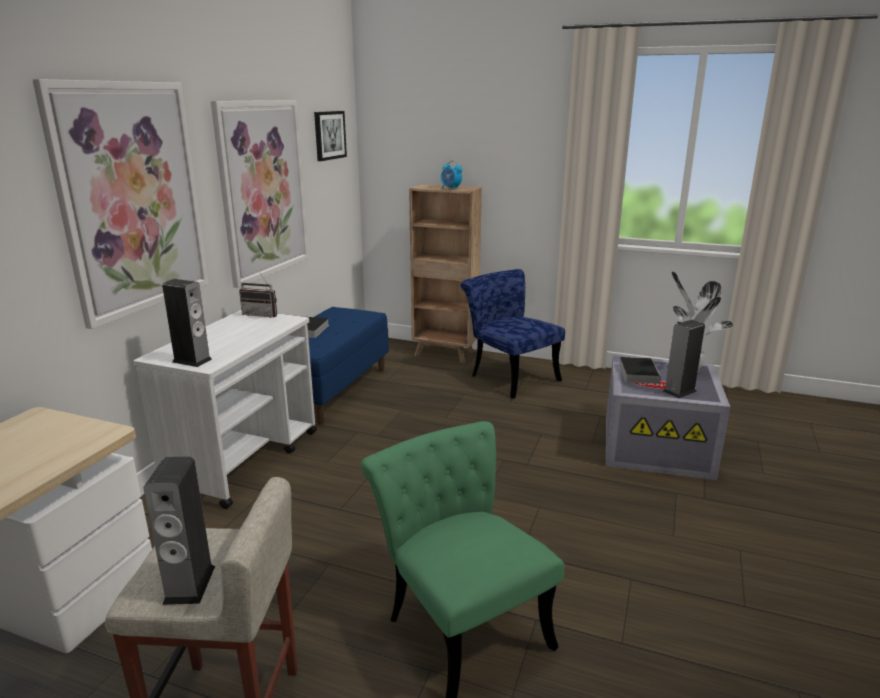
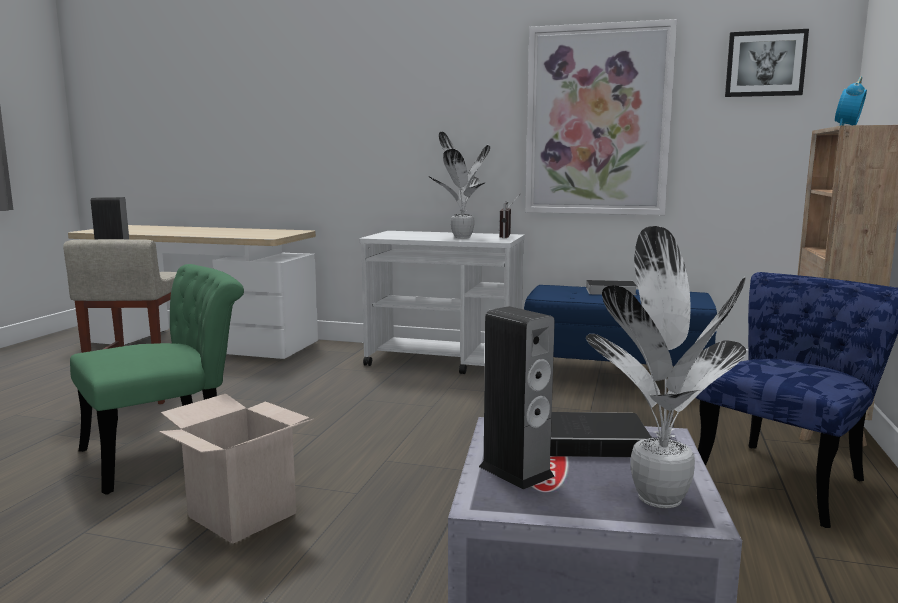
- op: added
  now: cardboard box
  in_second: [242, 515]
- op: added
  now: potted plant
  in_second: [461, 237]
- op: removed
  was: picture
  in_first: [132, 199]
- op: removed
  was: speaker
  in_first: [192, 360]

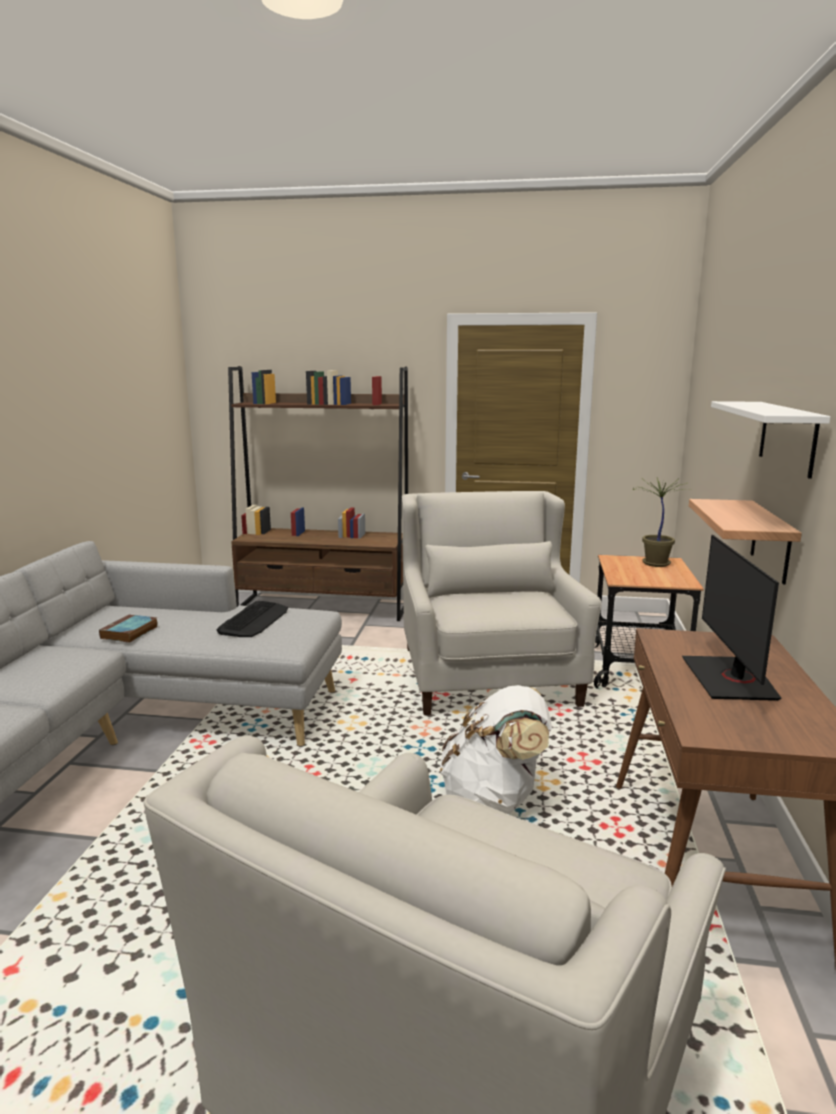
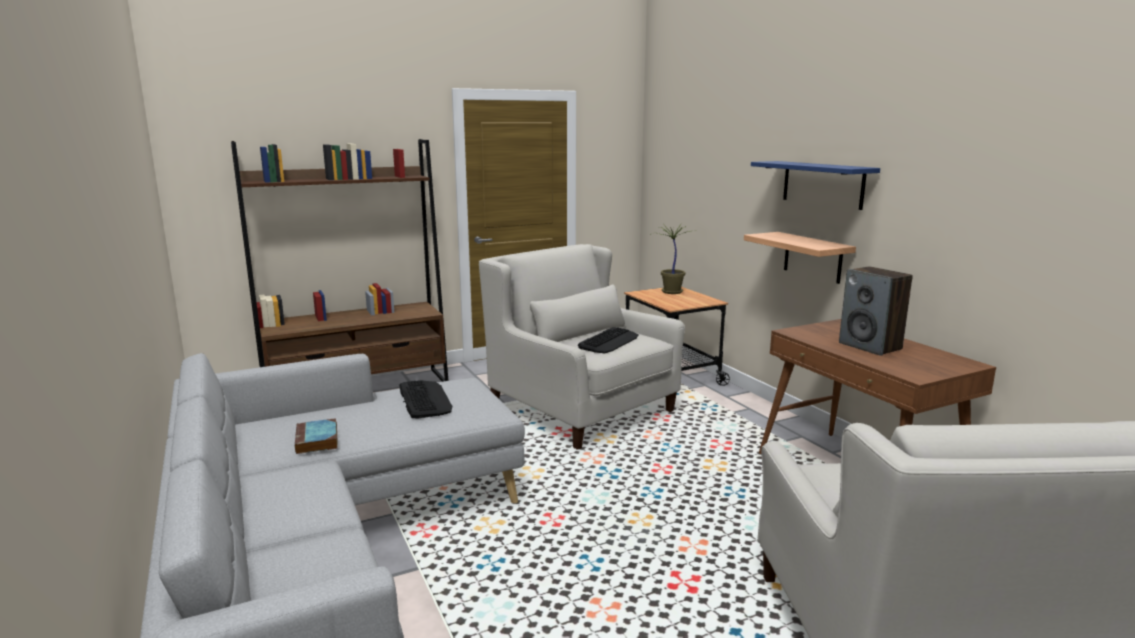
- op: added
  now: keyboard
  in_second: [609, 341]
- op: recoloured
  was: white shelf
  now: blue shelf
  in_first: [787, 437]
  in_second: [822, 184]
- op: replaced
  was: monitor
  now: speaker
  in_first: [730, 679]
  in_second: [870, 346]
- op: removed
  was: white backpack
  in_first: [494, 799]

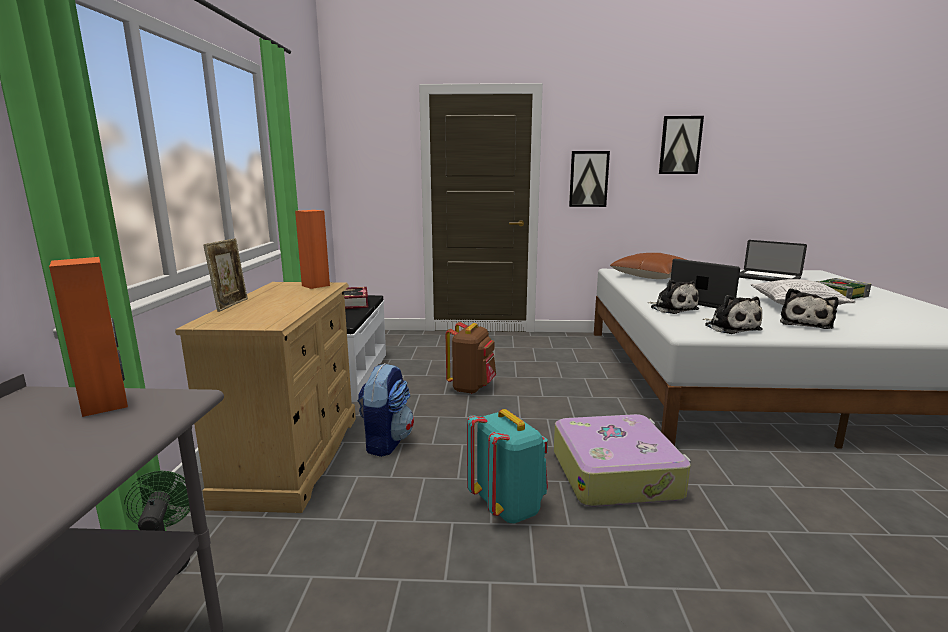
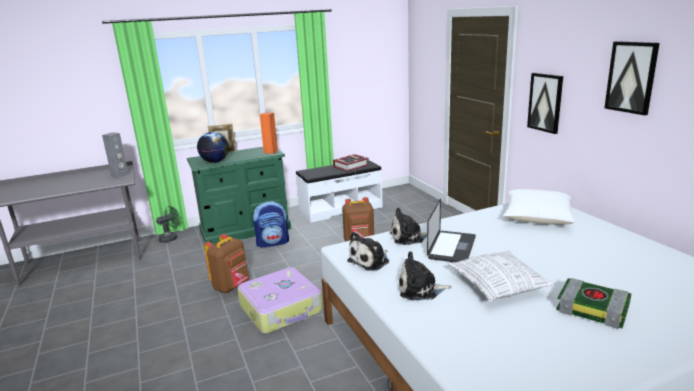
- op: recoloured
  was: orange speaker
  now: grey speaker
  in_first: [106, 404]
  in_second: [120, 175]
- op: recoloured
  was: beige dresser
  now: green dresser
  in_first: [293, 457]
  in_second: [245, 230]
- op: added
  now: globe
  in_second: [215, 161]
- op: recoloured
  was: turquoise backpack
  now: brown backpack
  in_first: [508, 507]
  in_second: [232, 286]
- op: turned
  was: plush toy
  in_first: [672, 308]
  in_second: [408, 237]
  clockwise: 45
- op: recoloured
  was: brown pillow
  now: white pillow
  in_first: [652, 276]
  in_second: [537, 217]
- op: removed
  was: laptop
  in_first: [767, 278]

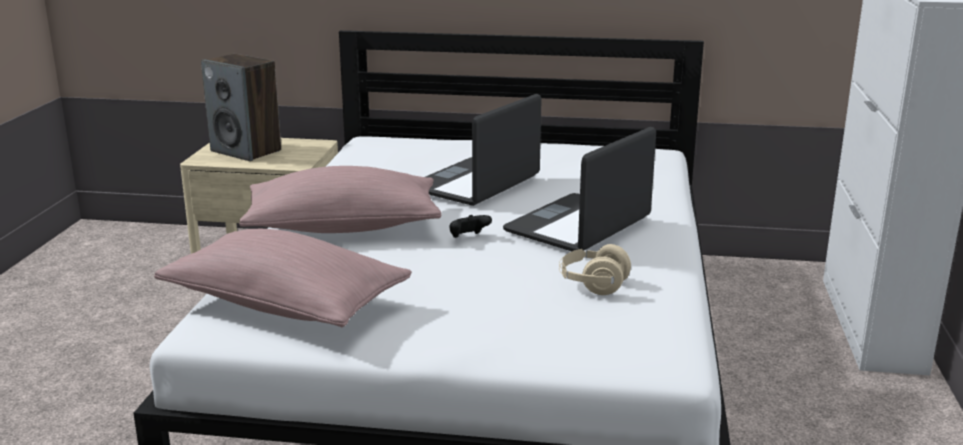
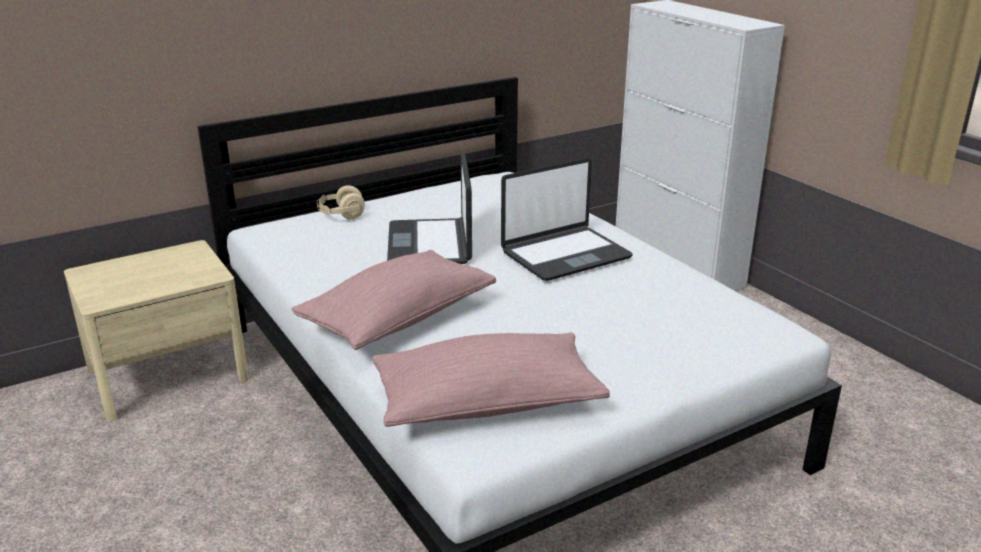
- op: moved
  was: beige headphones
  in_first: [592, 285]
  in_second: [341, 215]
- op: turned
  was: laptop
  in_first: [579, 226]
  in_second: [565, 254]
  clockwise: -120
- op: removed
  was: speaker
  in_first: [247, 151]
- op: removed
  was: black game controller
  in_first: [468, 238]

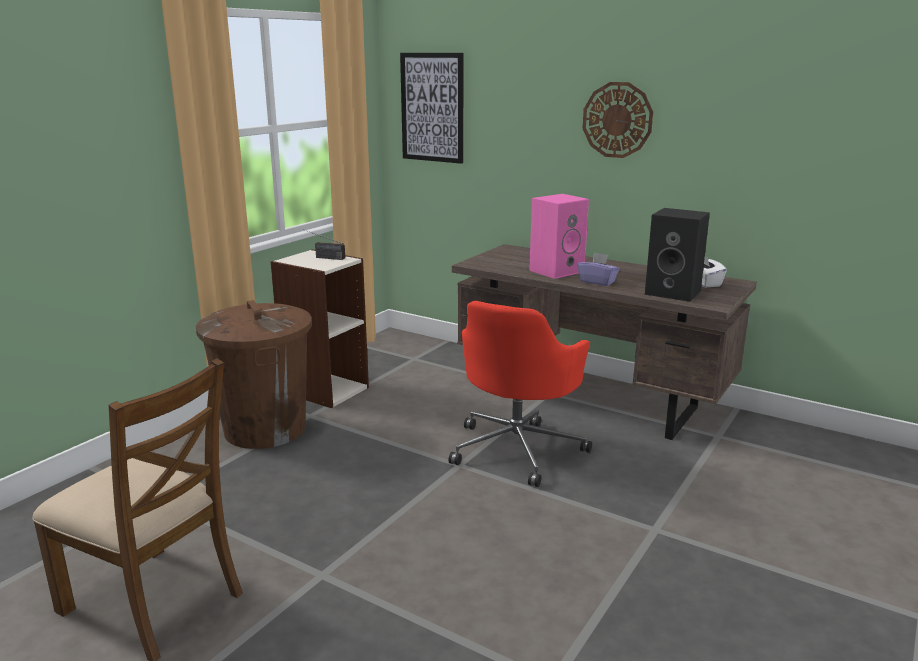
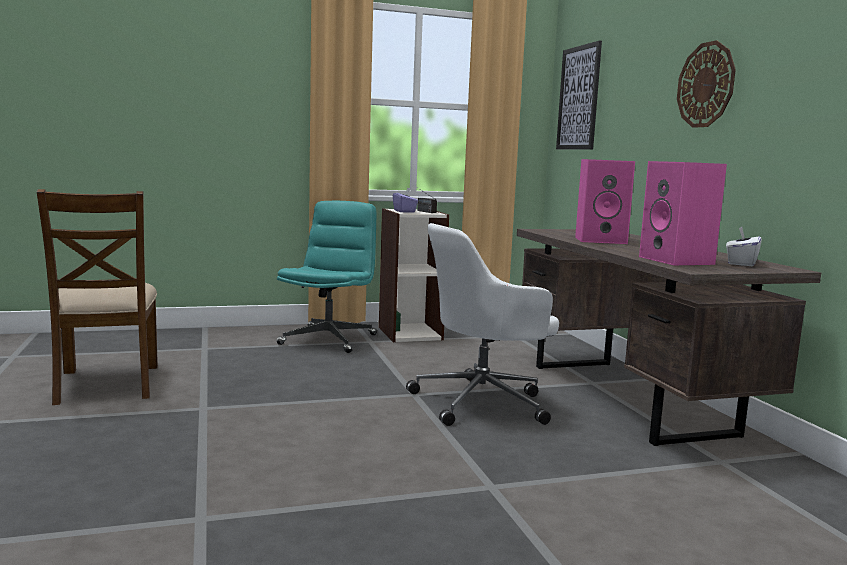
- op: replaced
  was: brown trash can
  now: turquoise office chair
  in_first: [265, 429]
  in_second: [328, 339]
- op: moved
  was: purple tissue box
  in_first: [597, 282]
  in_second: [405, 211]
- op: recoloured
  was: red office chair
  now: white office chair
  in_first: [518, 449]
  in_second: [483, 402]
- op: recoloured
  was: black speaker
  now: pink speaker
  in_first: [674, 292]
  in_second: [678, 261]

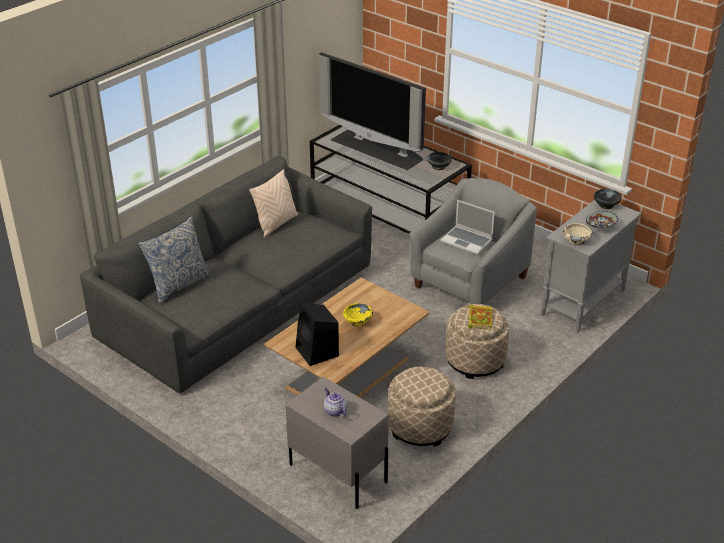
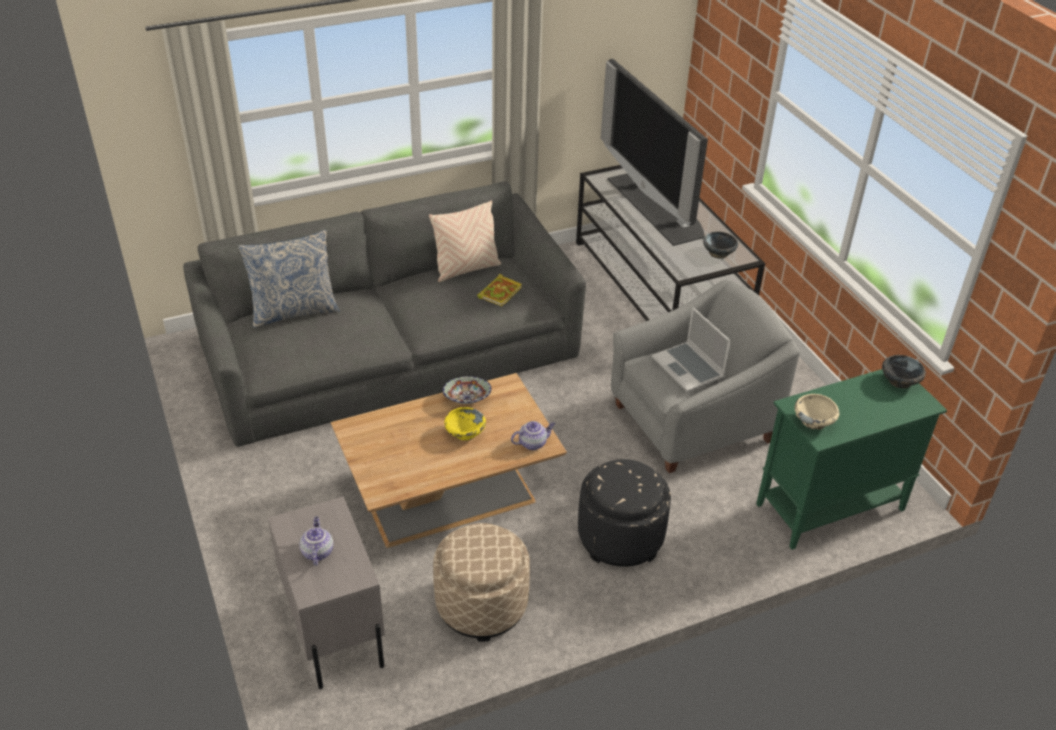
- op: moved
  was: bowl
  in_first: [601, 227]
  in_second: [467, 399]
- op: moved
  was: book
  in_first: [479, 318]
  in_second: [500, 292]
- op: added
  now: teapot
  in_second: [533, 443]
- op: recoloured
  was: beige ottoman
  now: black ottoman
  in_first: [475, 360]
  in_second: [620, 537]
- op: recoloured
  was: grey cabinet
  now: green cabinet
  in_first: [582, 303]
  in_second: [829, 507]
- op: removed
  was: black speaker
  in_first: [318, 352]

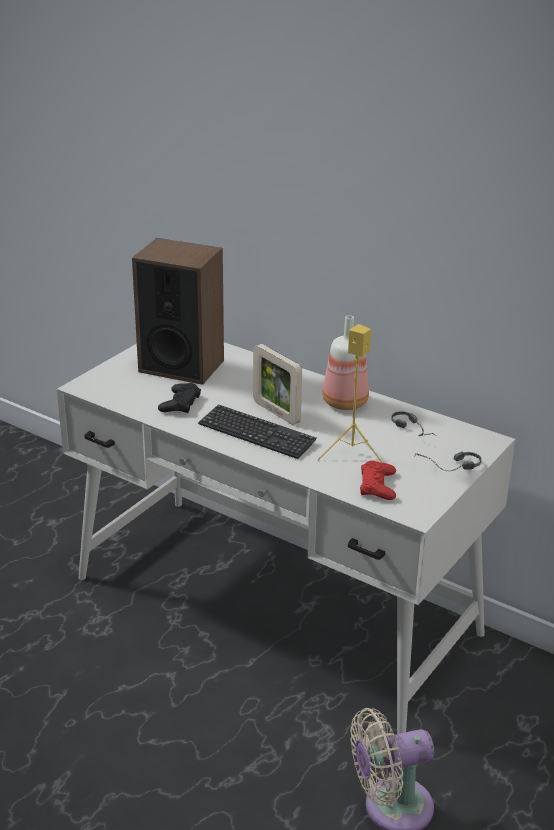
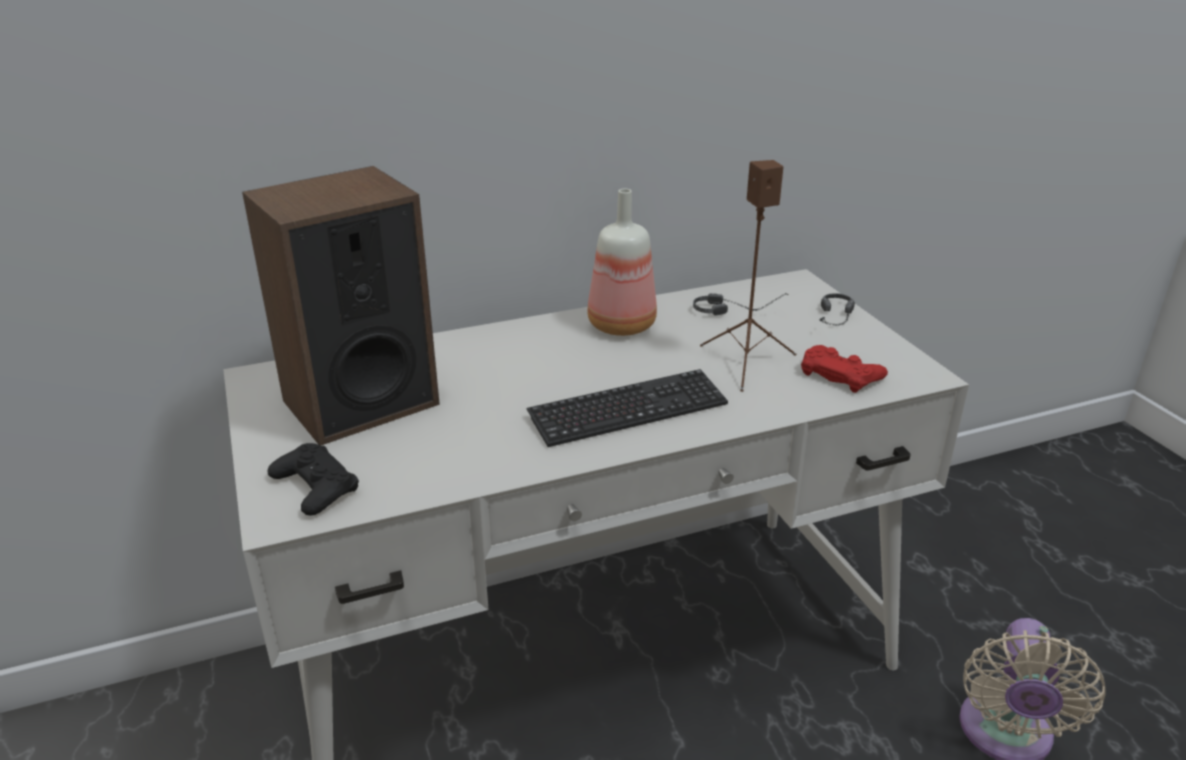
- op: moved
  was: black game controller
  in_first: [180, 403]
  in_second: [315, 486]
- op: recoloured
  was: yellow speaker
  now: brown speaker
  in_first: [351, 452]
  in_second: [746, 363]
- op: removed
  was: picture frame
  in_first: [276, 412]

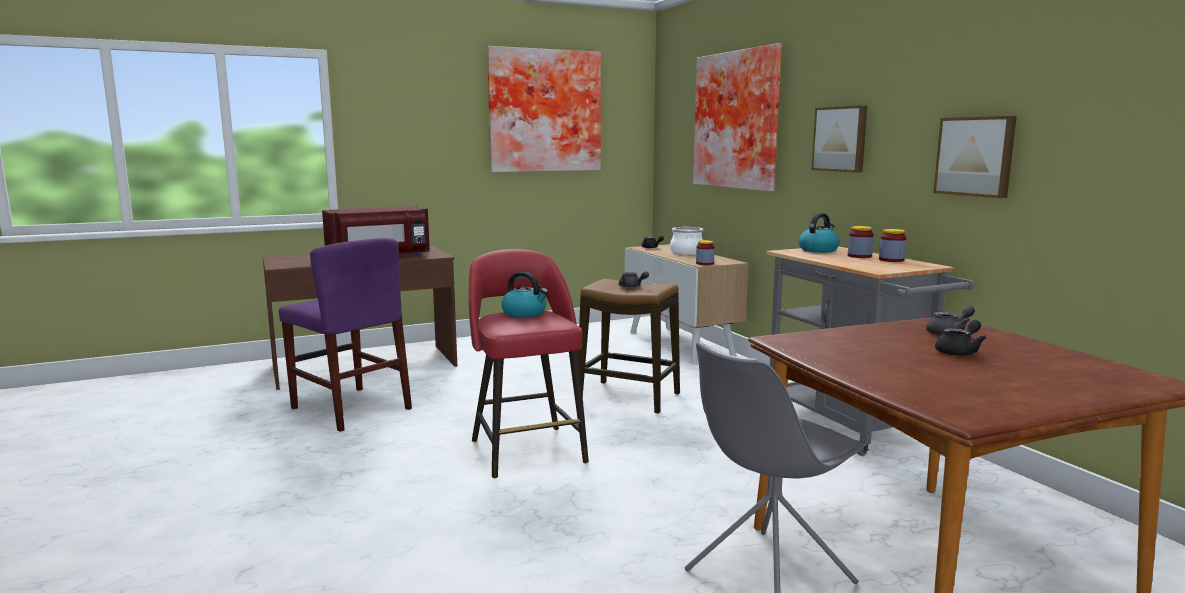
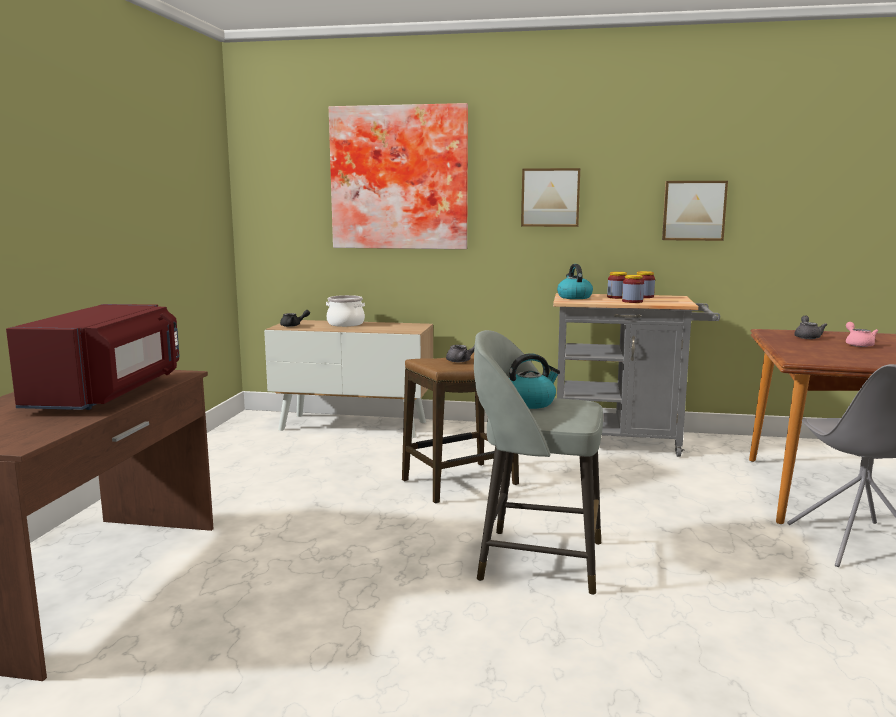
- op: recoloured
  was: red stool
  now: grey stool
  in_first: [527, 449]
  in_second: [536, 560]
- op: moved
  was: jar
  in_first: [704, 263]
  in_second: [632, 301]
- op: recoloured
  was: black teapot
  now: pink teapot
  in_first: [959, 352]
  in_second: [858, 344]
- op: removed
  was: purple chair
  in_first: [350, 408]
- op: removed
  was: picture
  in_first: [544, 111]

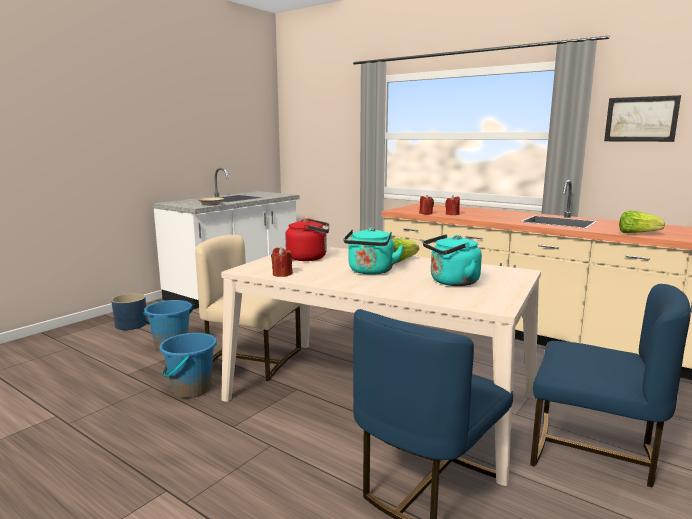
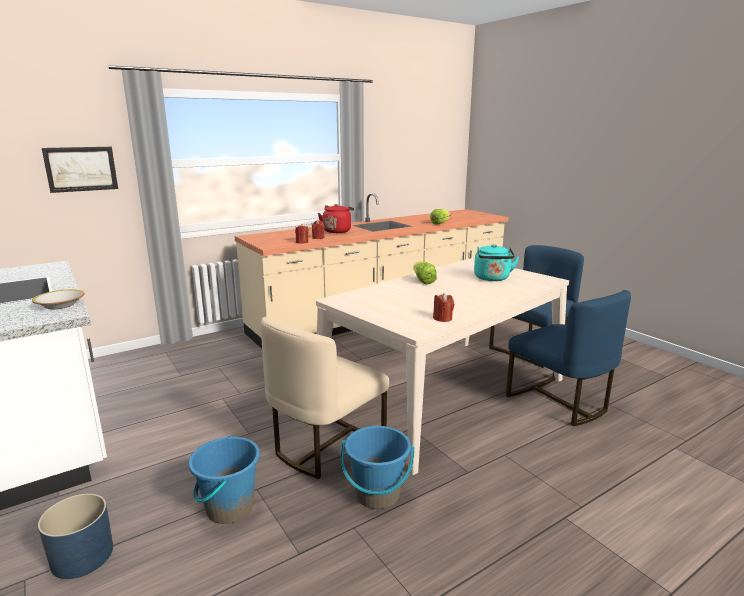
- op: moved
  was: picture
  in_first: [641, 119]
  in_second: [81, 169]
- op: moved
  was: red kettle
  in_first: [309, 258]
  in_second: [337, 231]
- op: removed
  was: turquoise kettle
  in_first: [370, 272]

